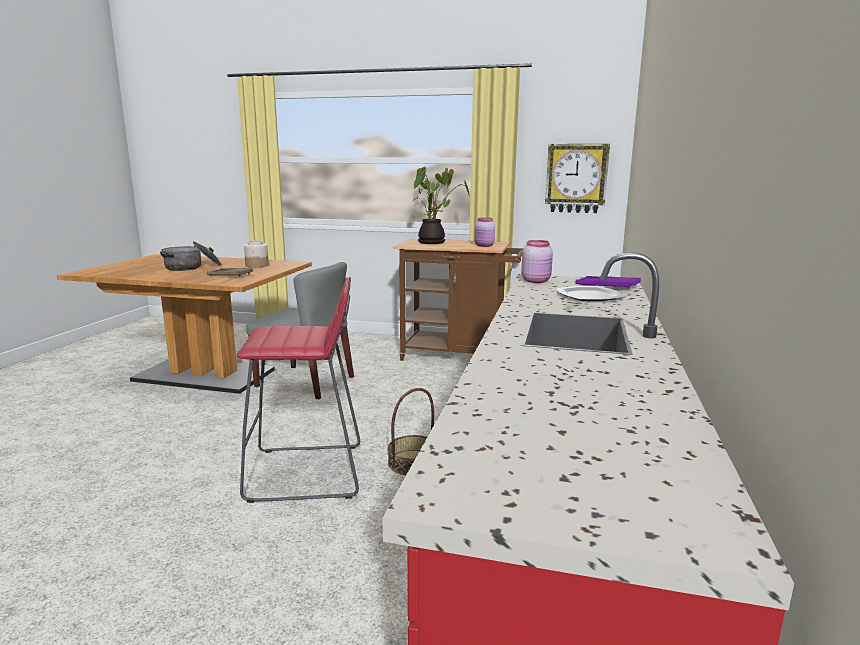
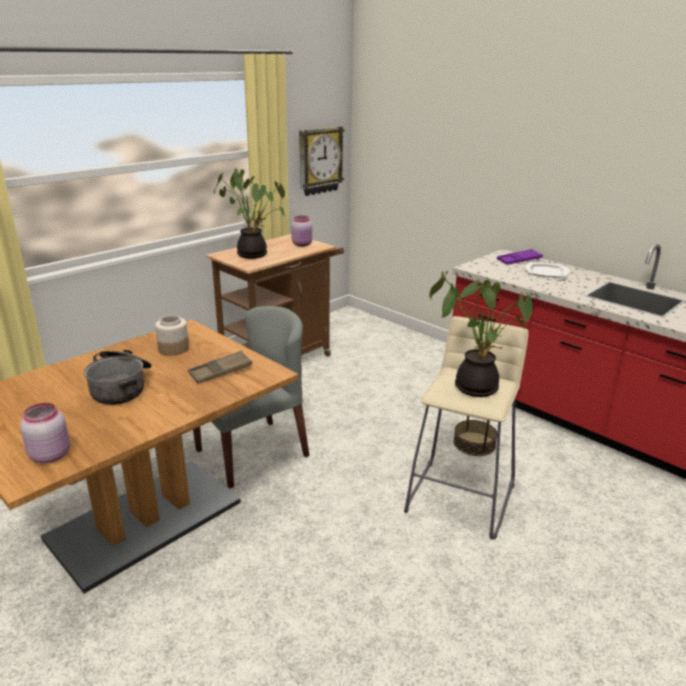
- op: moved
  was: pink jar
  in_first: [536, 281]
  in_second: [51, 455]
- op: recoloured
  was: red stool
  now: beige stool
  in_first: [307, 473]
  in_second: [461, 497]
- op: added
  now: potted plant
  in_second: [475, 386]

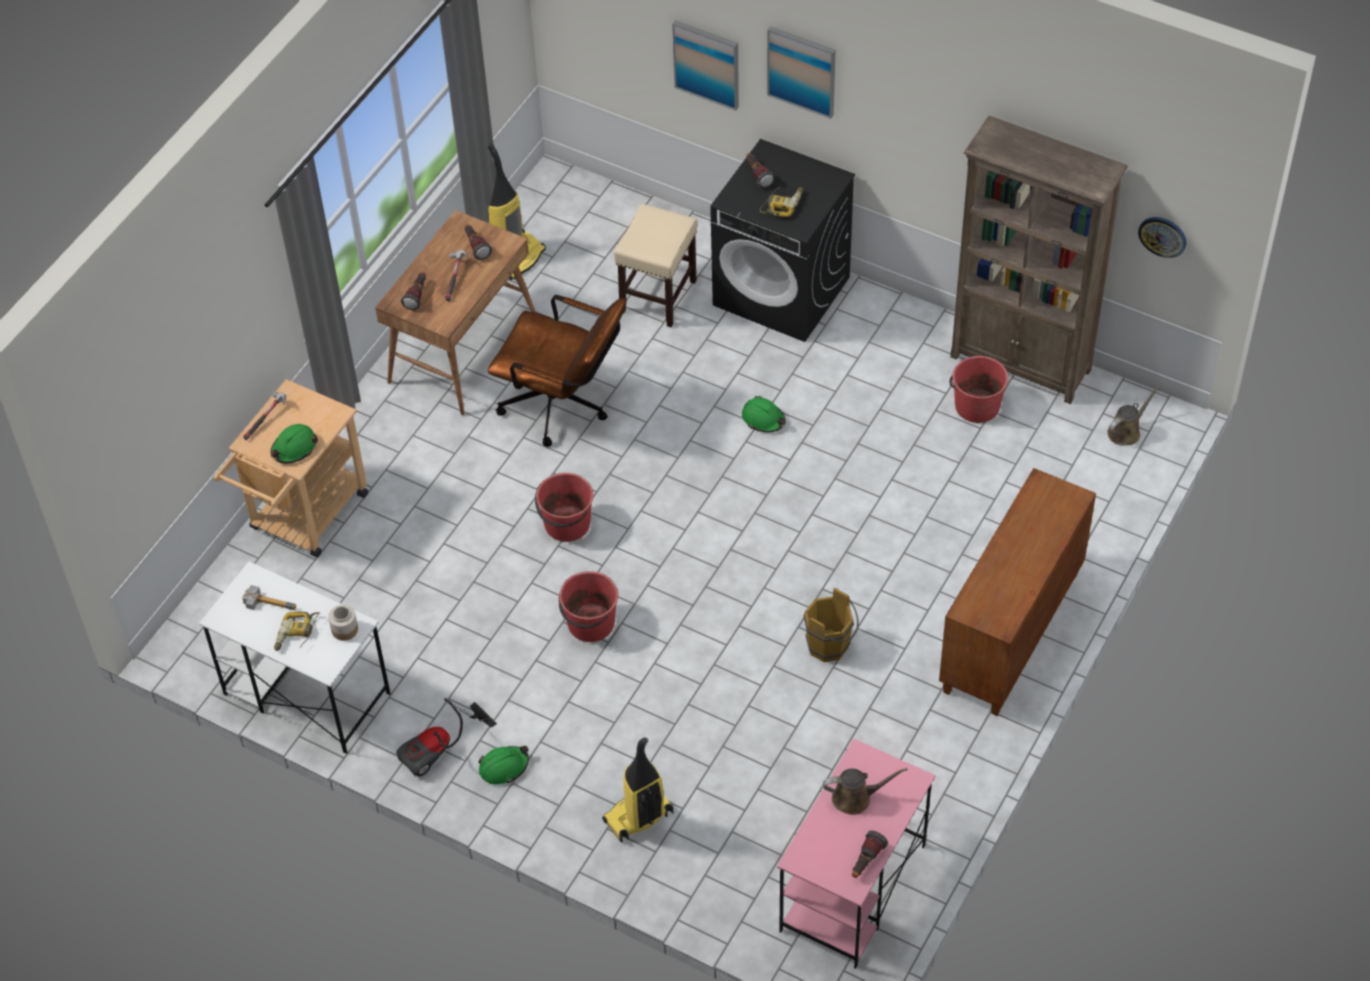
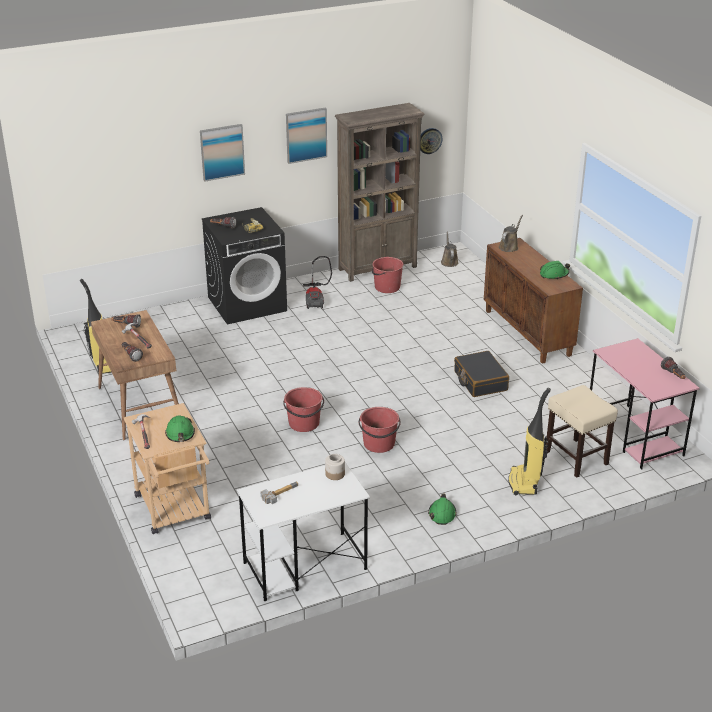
- op: moved
  was: picture
  in_first: [707, 64]
  in_second: [306, 135]
- op: moved
  was: vacuum cleaner
  in_first: [441, 750]
  in_second: [316, 299]
- op: replaced
  was: brown bucket
  now: black suitcase
  in_first: [830, 647]
  in_second: [480, 381]
- op: moved
  was: brown watering can
  in_first: [855, 798]
  in_second: [509, 246]
- op: moved
  was: green hard hat
  in_first: [763, 419]
  in_second: [554, 274]
- op: moved
  was: beige stool
  in_first: [658, 295]
  in_second: [575, 457]
- op: removed
  was: power drill
  in_first: [297, 634]
- op: removed
  was: brown office chair
  in_first: [563, 407]

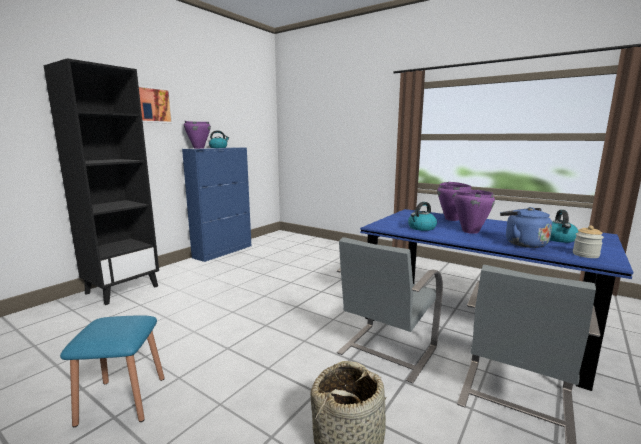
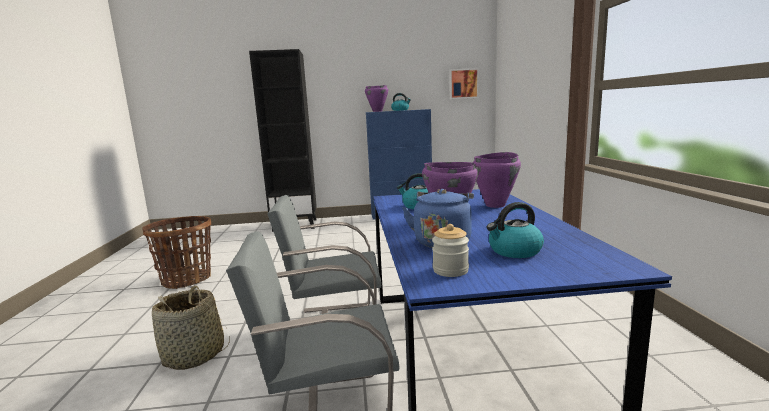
- op: replaced
  was: blue stool
  now: basket
  in_first: [122, 400]
  in_second: [187, 280]
- op: moved
  was: picture
  in_first: [153, 105]
  in_second: [463, 83]

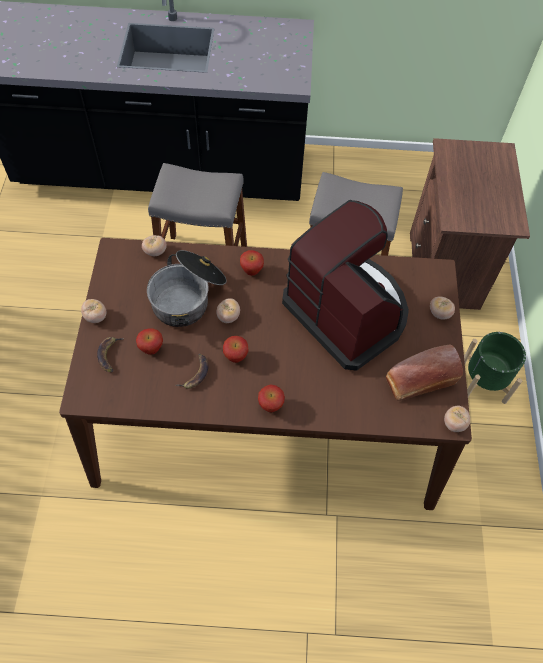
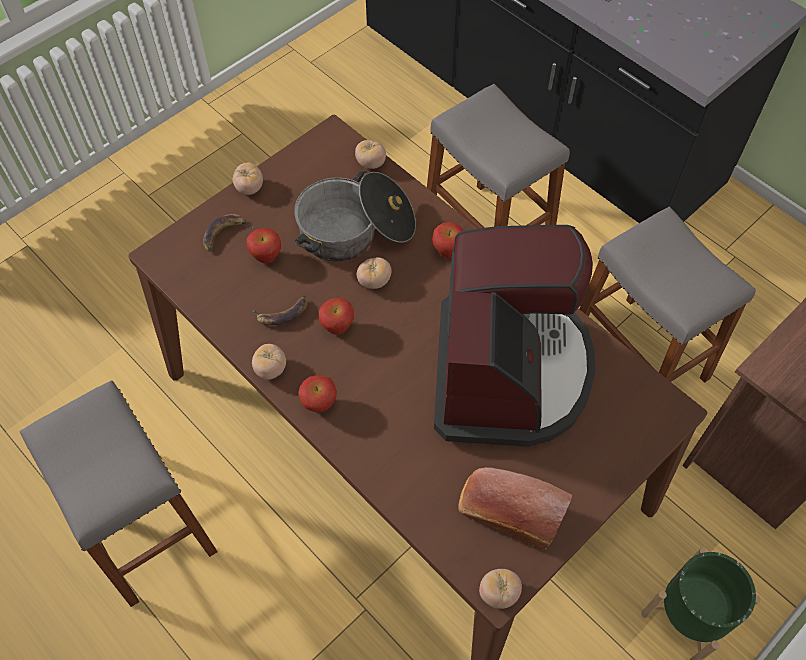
- op: added
  now: grey stool
  in_second: [145, 526]
- op: moved
  was: tomato
  in_first: [439, 313]
  in_second: [270, 369]

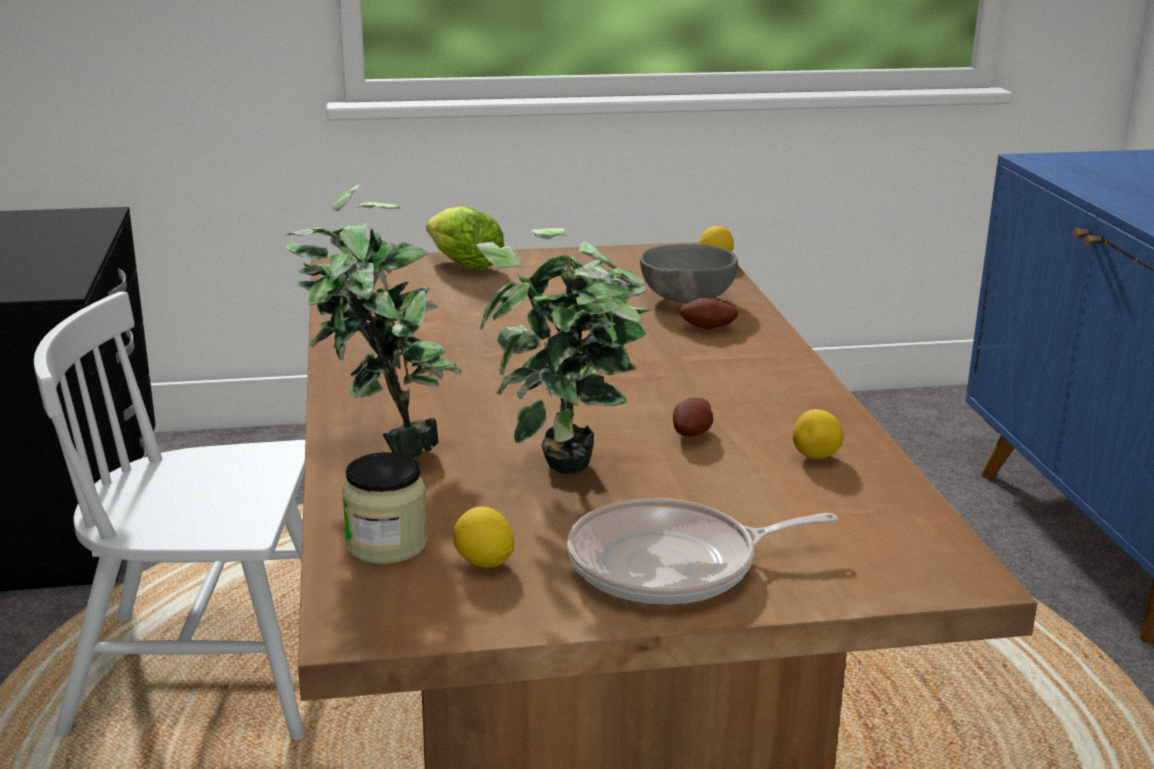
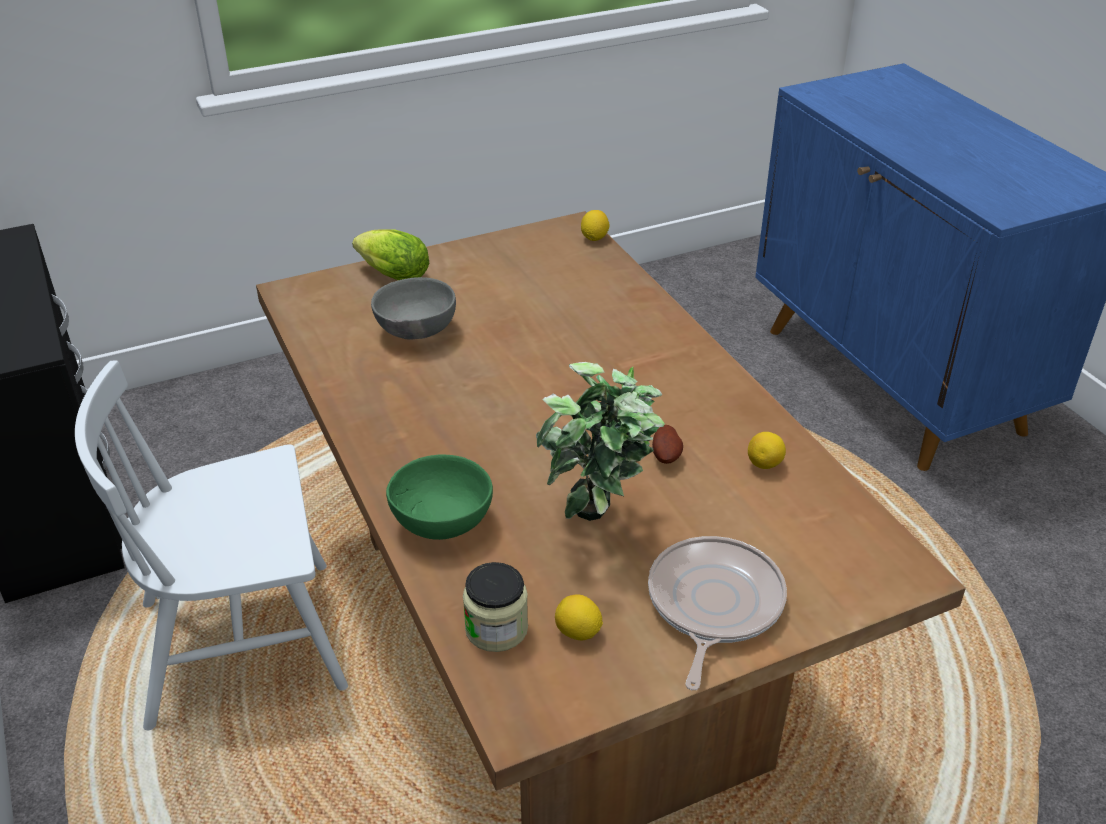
- op: moved
  was: grey bowl
  in_first: [685, 301]
  in_second: [415, 332]
- op: replaced
  was: potted plant
  now: green bowl
  in_first: [381, 450]
  in_second: [439, 522]
- op: turned
  was: frying pan
  in_first: [672, 565]
  in_second: [712, 605]
  clockwise: 135
- op: removed
  was: potato
  in_first: [707, 329]

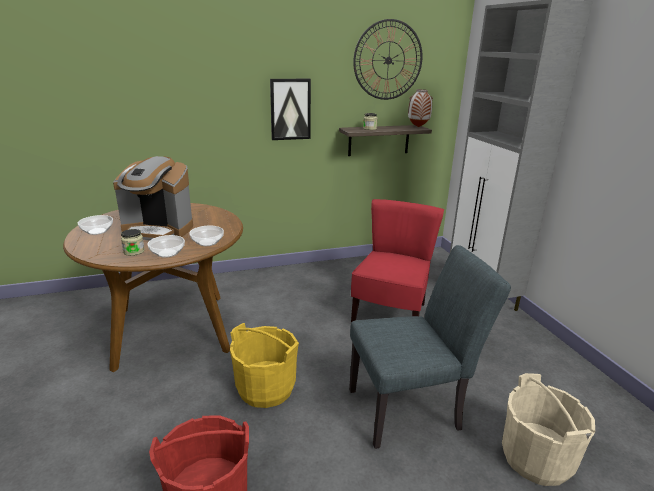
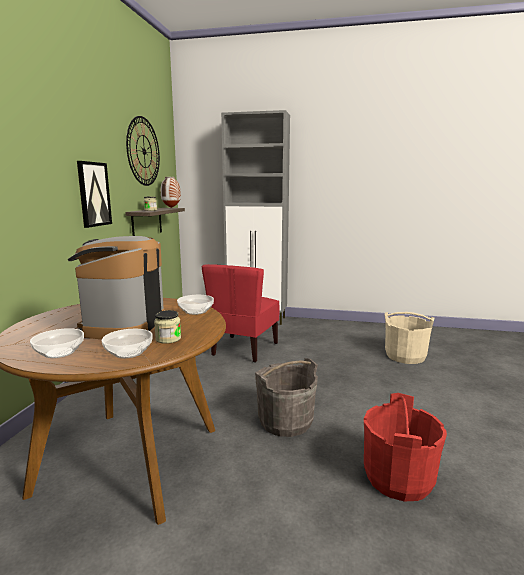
- op: turned
  was: coffee machine
  in_first: [158, 230]
  in_second: [122, 325]
  clockwise: 150
- op: moved
  was: bowl
  in_first: [167, 253]
  in_second: [128, 353]
- op: turned
  was: red chair
  in_first: [391, 313]
  in_second: [244, 349]
  clockwise: -120
- op: recoloured
  was: yellow bucket
  now: grey bucket
  in_first: [265, 388]
  in_second: [285, 422]
- op: removed
  was: grey chair
  in_first: [412, 408]

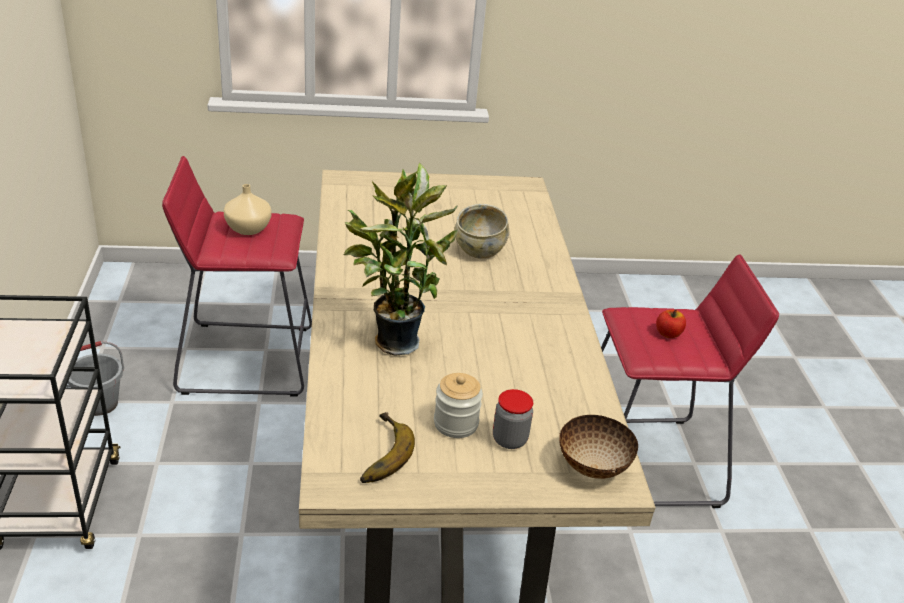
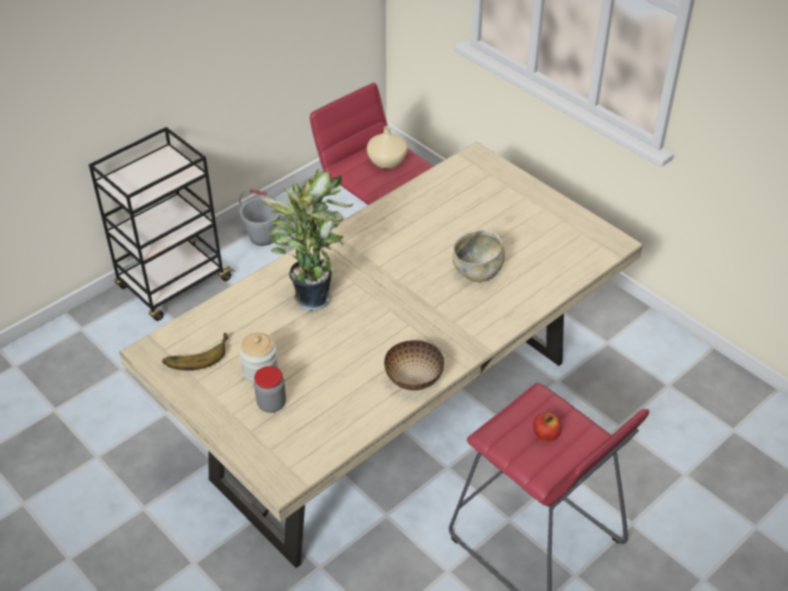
- op: moved
  was: bowl
  in_first: [591, 466]
  in_second: [413, 379]

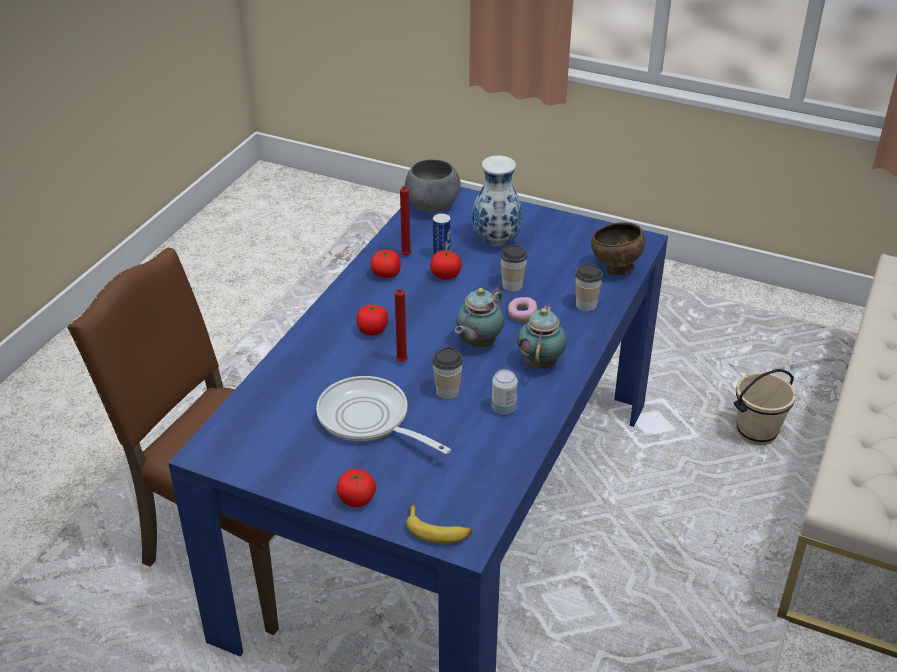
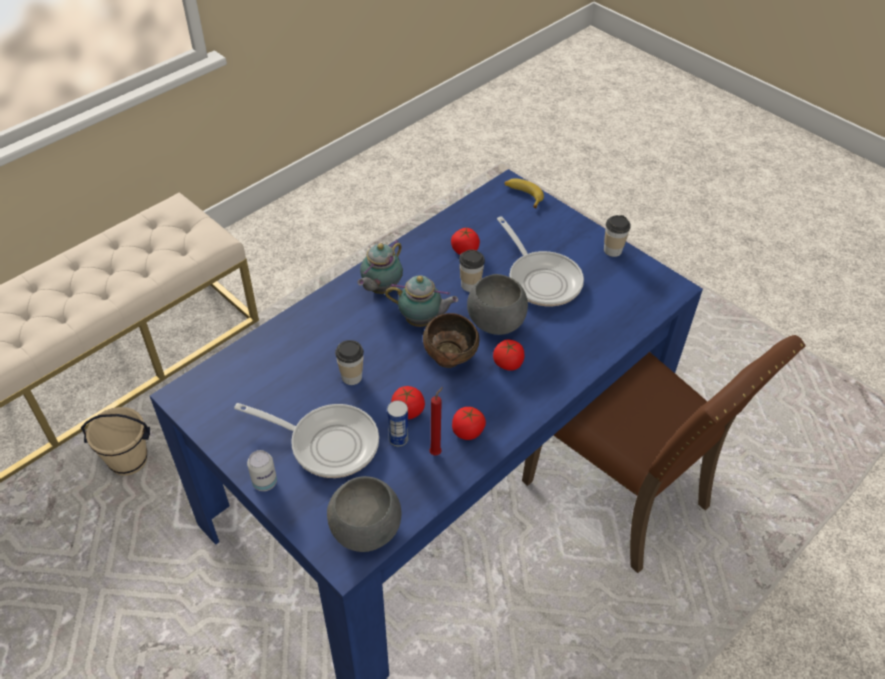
- op: replaced
  was: vase
  now: frying pan
  in_first: [497, 241]
  in_second: [327, 443]
- op: moved
  was: can
  in_first: [503, 408]
  in_second: [265, 482]
- op: turned
  was: teapot
  in_first: [477, 344]
  in_second: [422, 321]
  clockwise: 45
- op: moved
  was: brown bowl
  in_first: [615, 270]
  in_second: [450, 360]
- op: moved
  was: tomato
  in_first: [356, 499]
  in_second: [465, 250]
- op: replaced
  was: red candle
  now: grey bowl
  in_first: [401, 363]
  in_second: [496, 322]
- op: moved
  was: cup
  in_first: [586, 305]
  in_second: [612, 250]
- op: removed
  was: donut
  in_first: [522, 314]

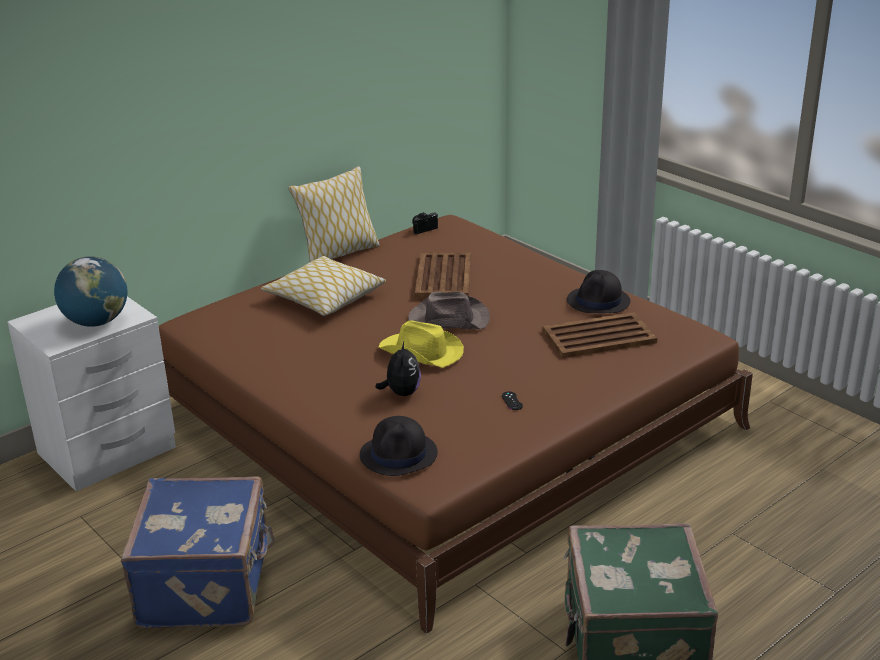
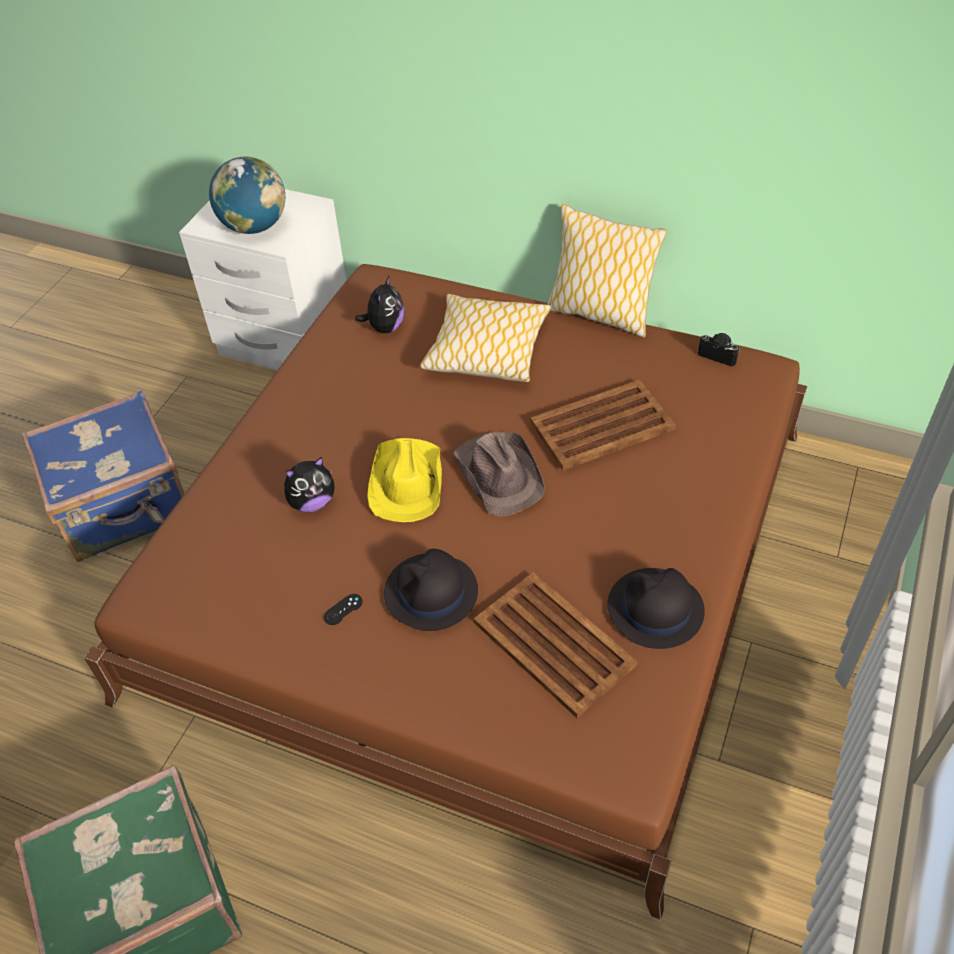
- op: added
  now: plush toy
  in_second: [385, 327]
- op: moved
  was: black hat
  in_first: [399, 455]
  in_second: [431, 593]

